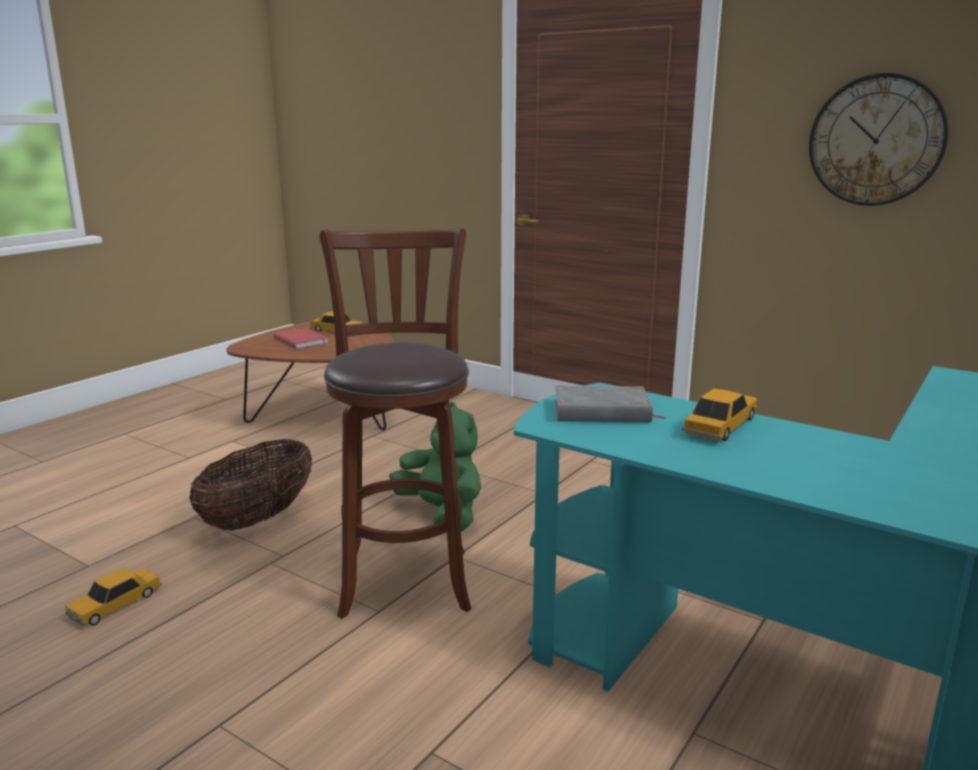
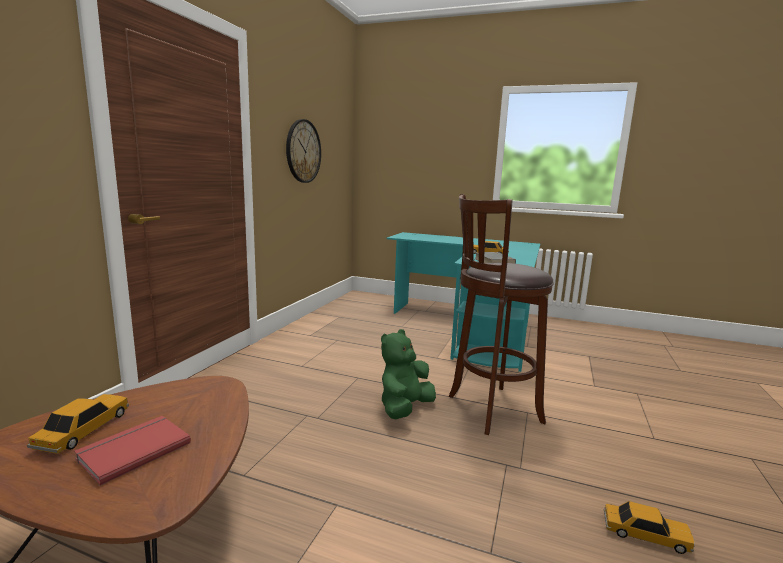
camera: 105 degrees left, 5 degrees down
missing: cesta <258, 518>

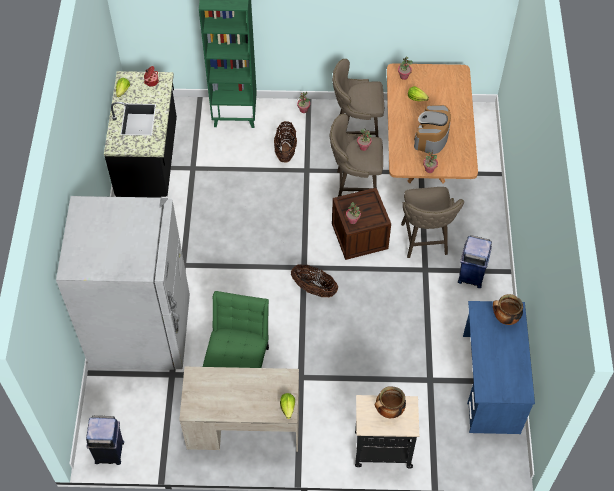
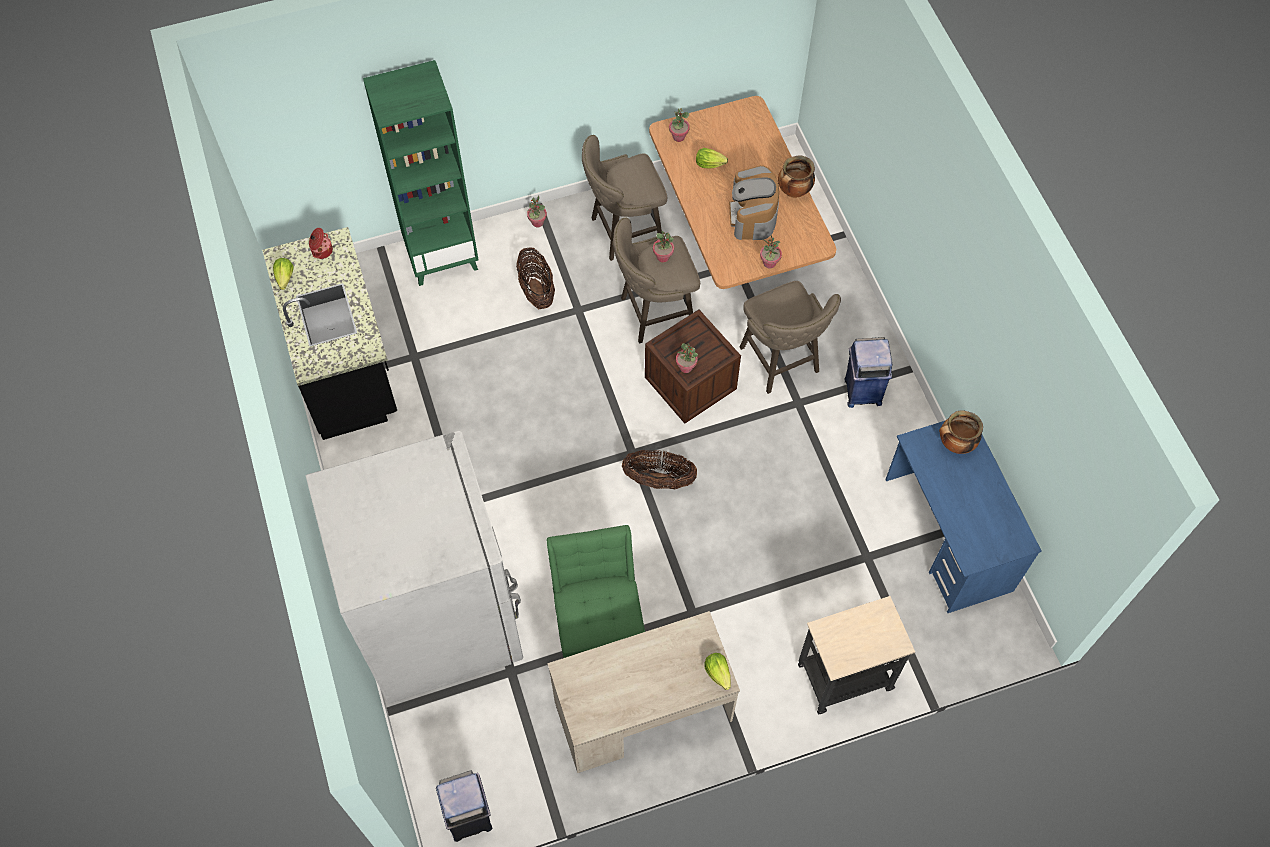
camera: 20 degrees left, 5 degrees up
relocated: olla <389, 411> to <794, 192>

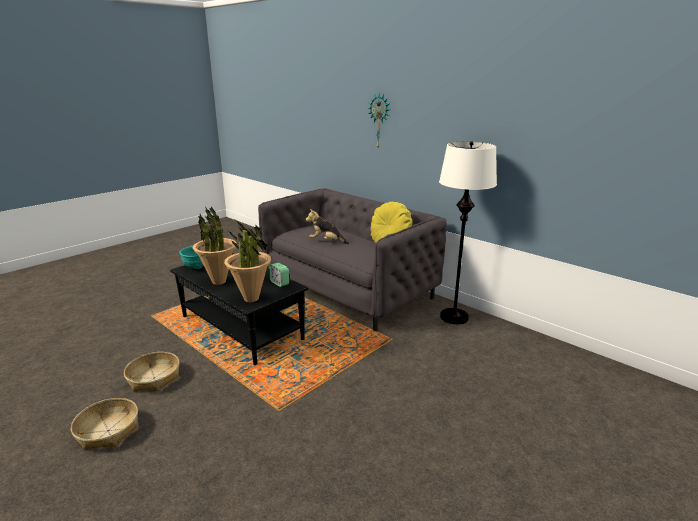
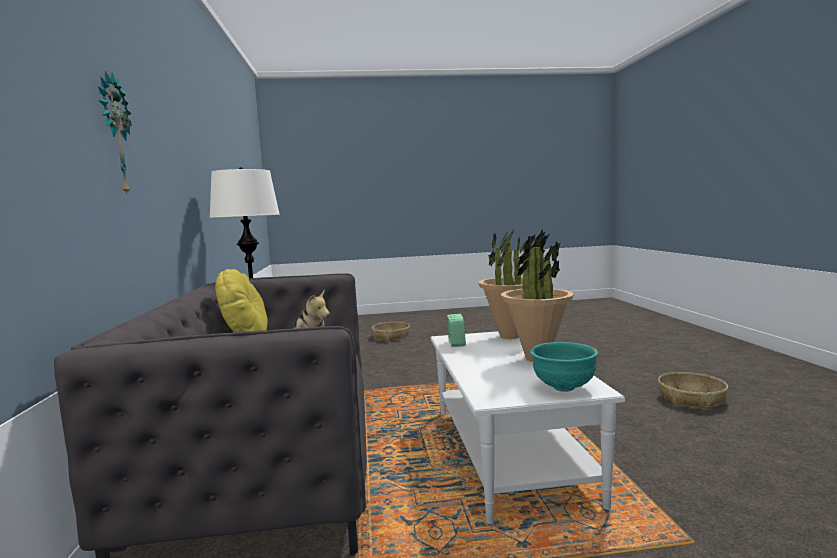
camera: 140 degrees left, 15 degrees down
relocated: cesta <154, 378> to <391, 336>
colour: mesa de centro/negro <242, 328> to mesa de centro/blanco <508, 452>

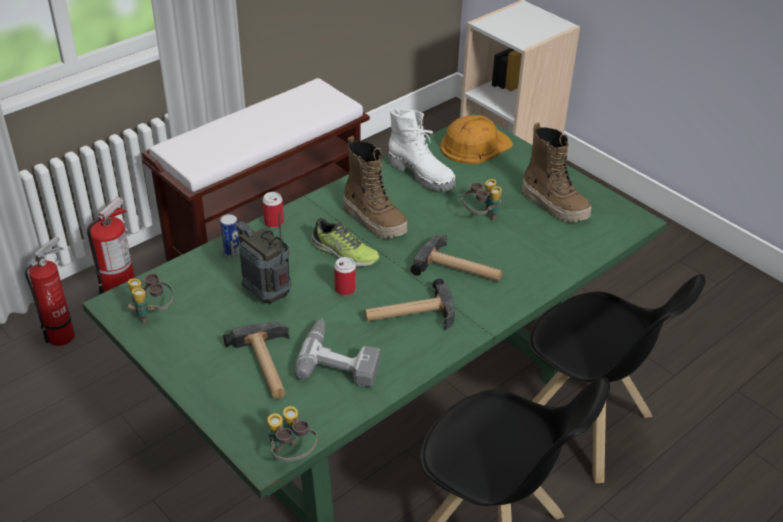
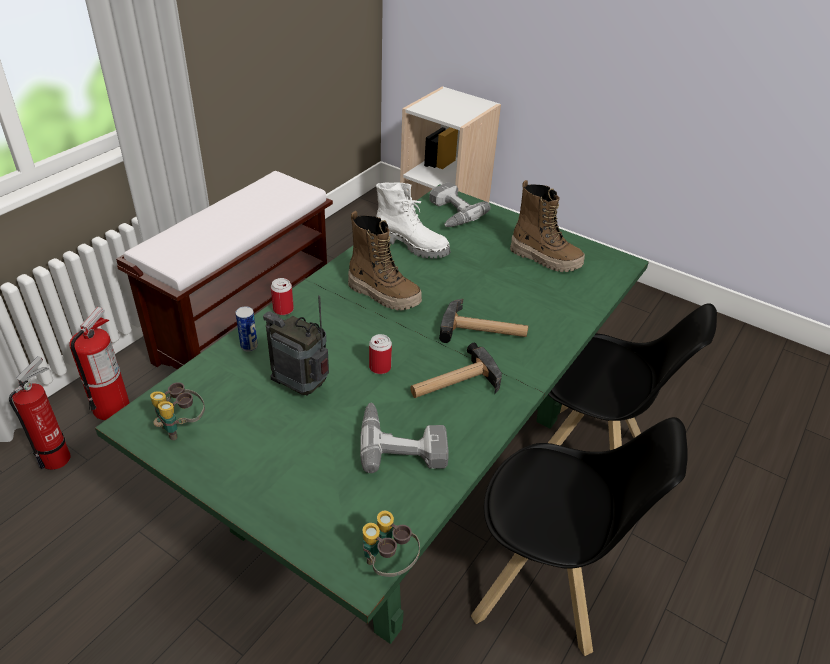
camera: 15 degrees left, 0 degrees up
missing: martillo <267, 365>; zapato <344, 253>; prismáticos <481, 217>
exchanged: casco/naranja <474, 145> to taladro <450, 213>

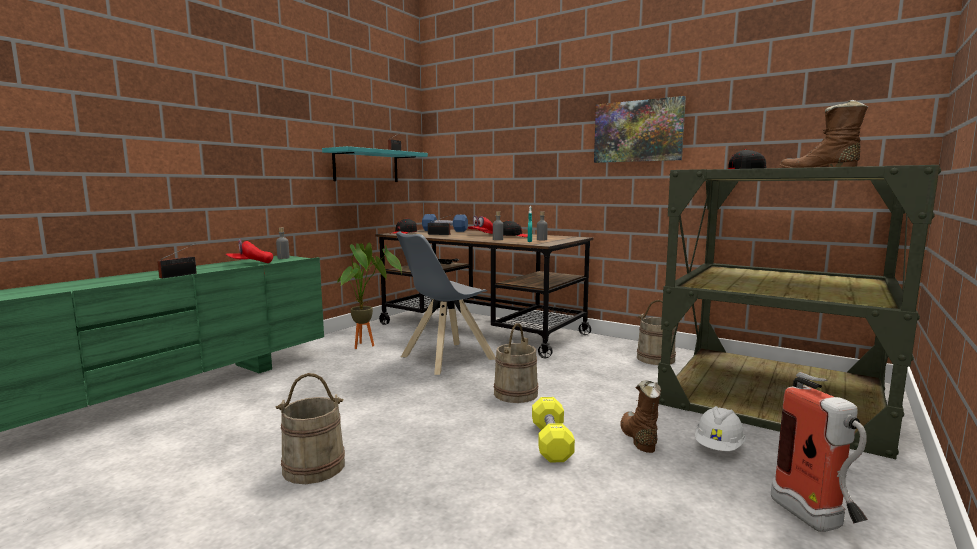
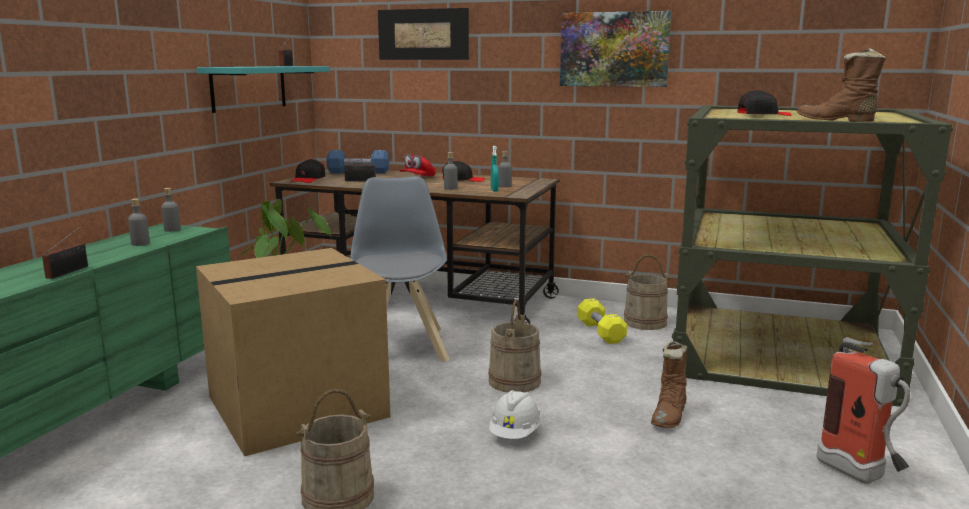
camera: 15 degrees left, 5 degrees up
appeared: caja de cartón <298, 405>; cuadro <423, 34>
relocated: casco/blanco <718, 447> to <515, 434>; mancuerna/amarillo <551, 442> to <600, 332>
exchanged: gorra/rojo <250, 264> to botella/gris <140, 243>
spun: silla/gris <445, 358> = <401, 345> 135 degrees clockwise; bota/marrón <637, 437> = <669, 416> 135 degrees counterclockwise

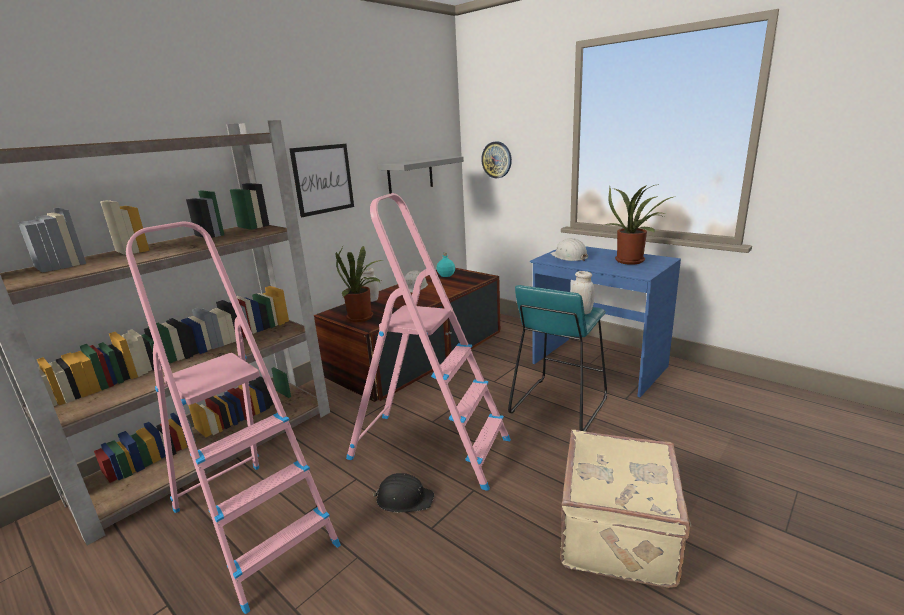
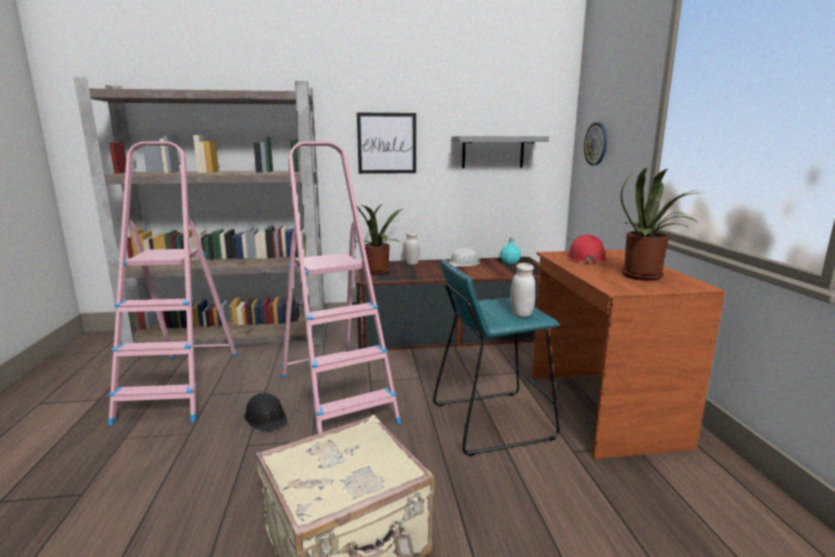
camera: 40 degrees right, 5 degrees down
colour: escritorio/azul <598, 365> to escritorio/marrón <601, 409>; casco/blanco <569, 256> to casco/rojo <585, 258>

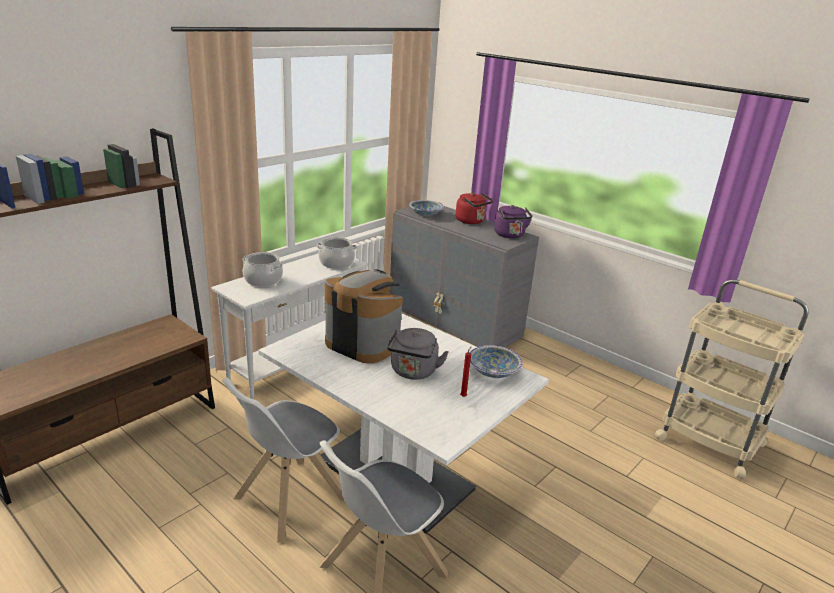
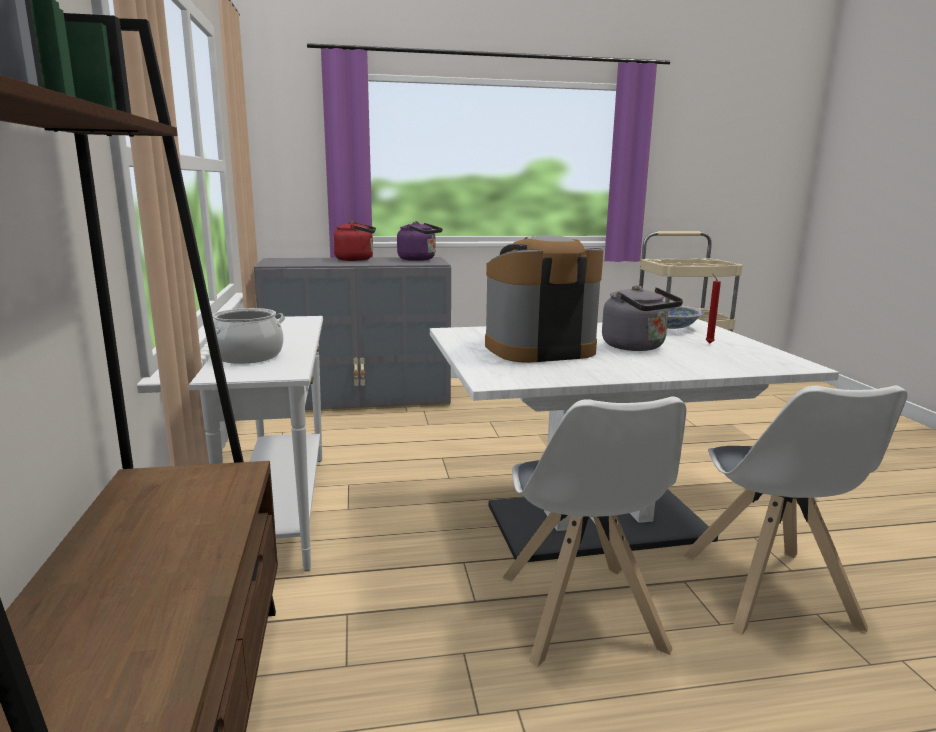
camera: 50 degrees left, 10 degrees down
missing: olla <336, 263>; cuenco <425, 214>

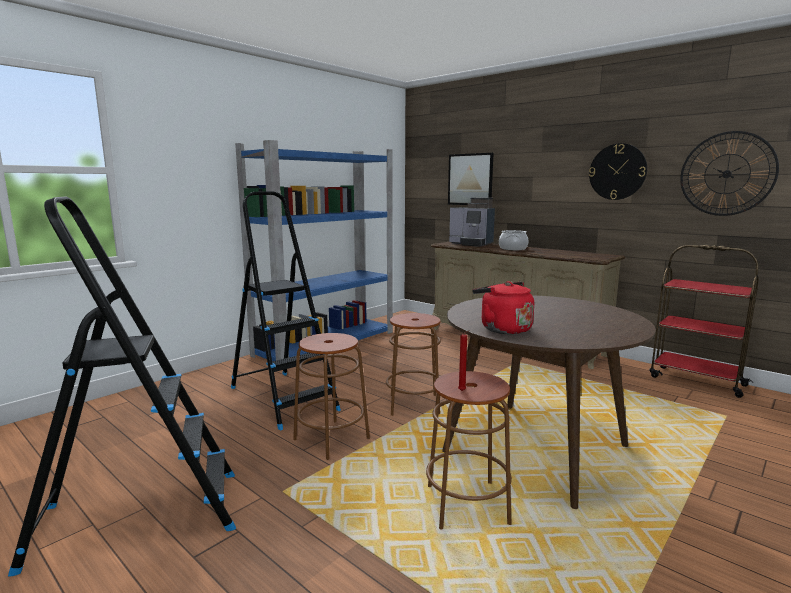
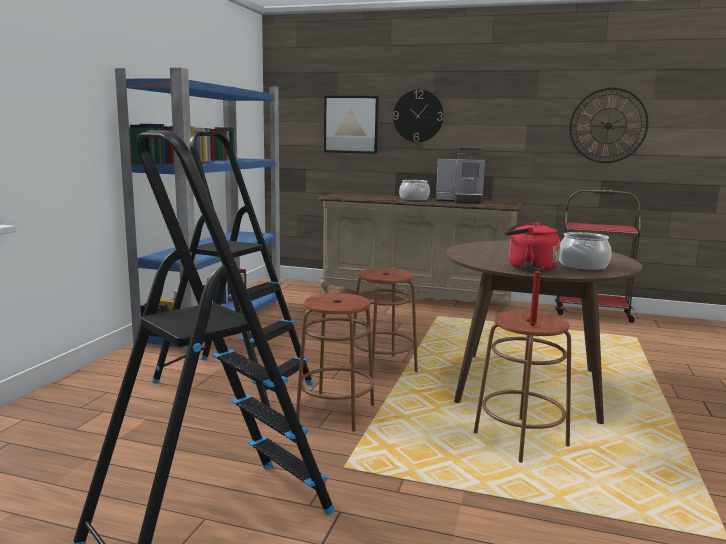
camera: 25 degrees left, 0 degrees up
appeared: olla <583, 266>
relocated: reloj de pared <617, 172> to <418, 116>; cafetera <471, 244> to <460, 201>

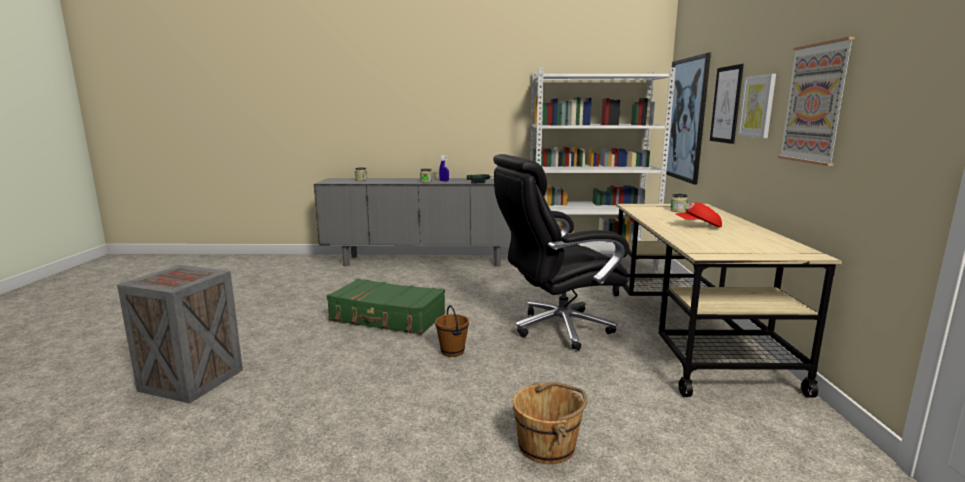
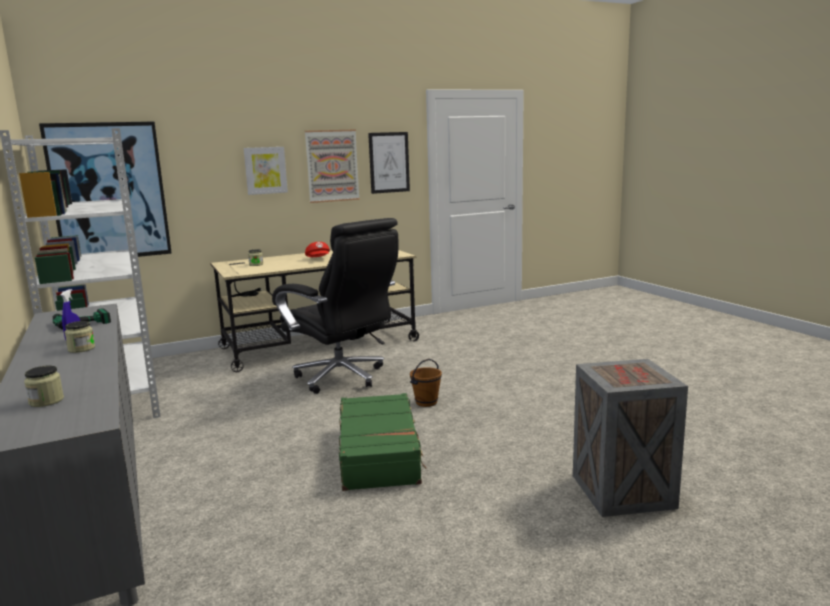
camera: 115 degrees left, 0 degrees up
missing: cubo/marrón <547, 446>
relocated: cuadro <726, 104> to <389, 162>

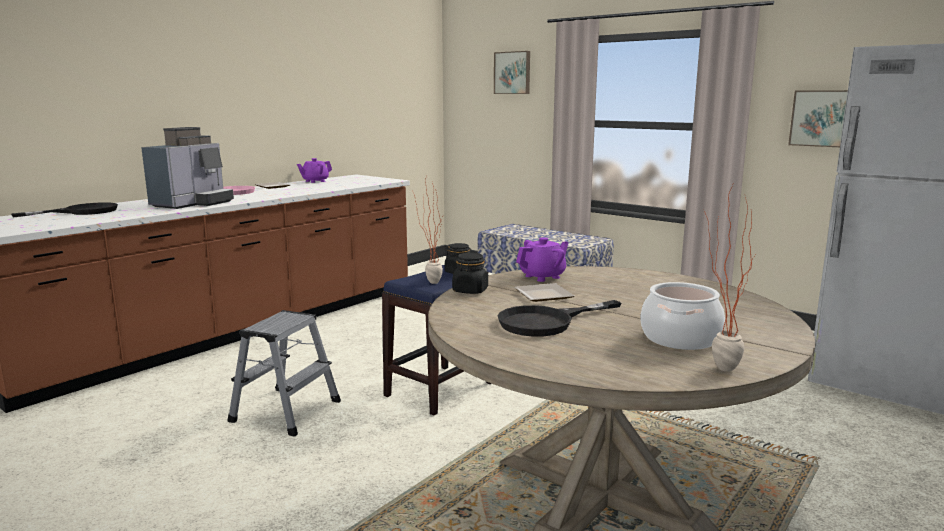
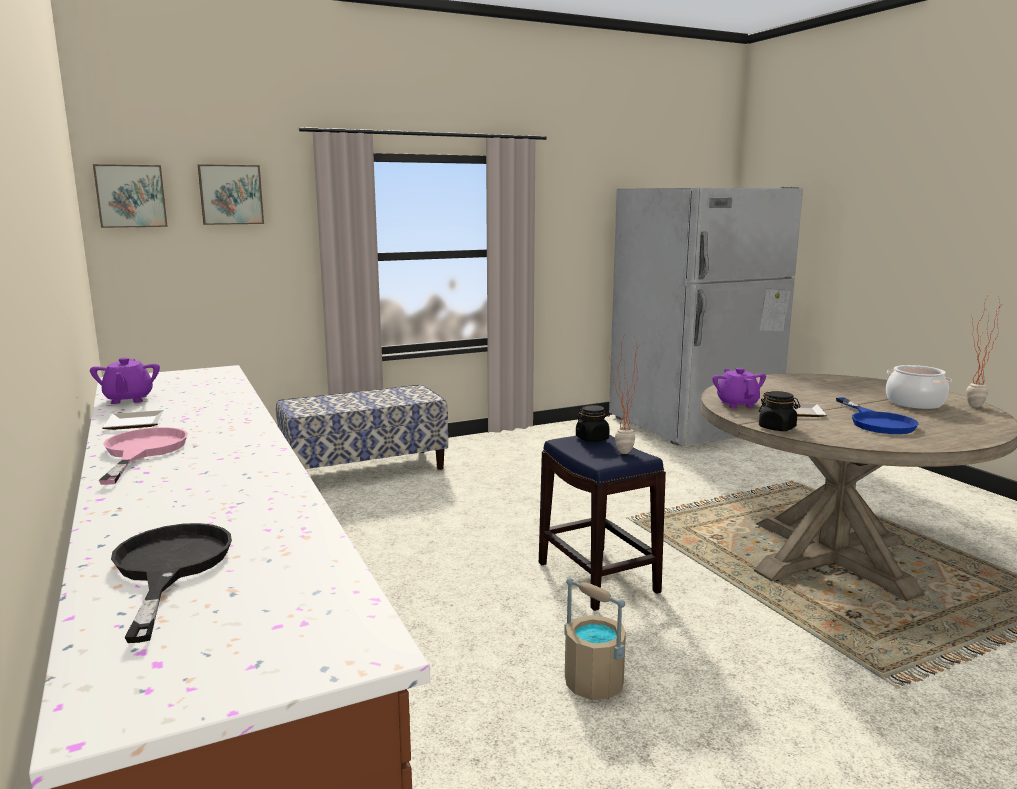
camera: 65 degrees left, 0 degrees up
missing: cafetera <193, 203>
relocated: cuadro <822, 118> to <131, 196>
exchanged: escalera de tijera/gris <286, 410> to cubo/beis <593, 683>
colour: sartén/negro <547, 322> to sartén/azul <877, 422>

